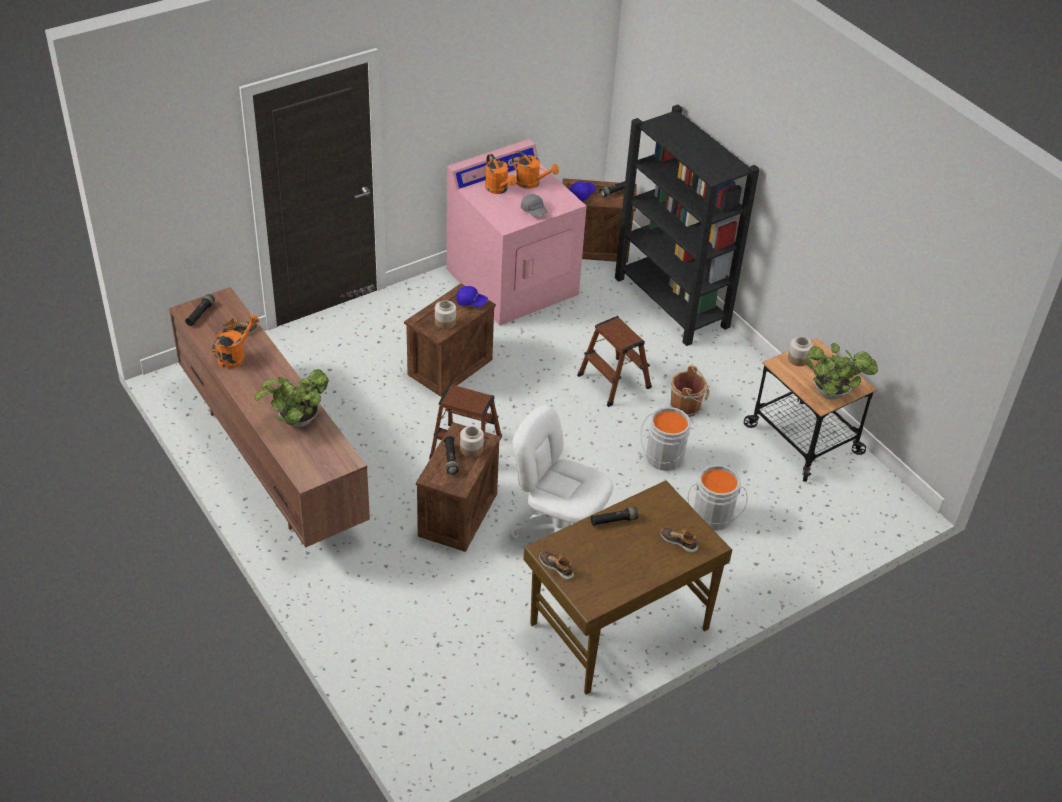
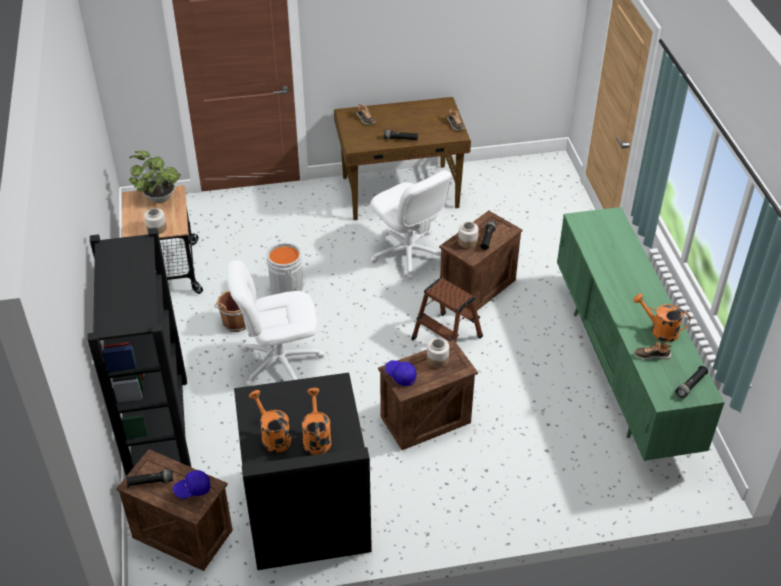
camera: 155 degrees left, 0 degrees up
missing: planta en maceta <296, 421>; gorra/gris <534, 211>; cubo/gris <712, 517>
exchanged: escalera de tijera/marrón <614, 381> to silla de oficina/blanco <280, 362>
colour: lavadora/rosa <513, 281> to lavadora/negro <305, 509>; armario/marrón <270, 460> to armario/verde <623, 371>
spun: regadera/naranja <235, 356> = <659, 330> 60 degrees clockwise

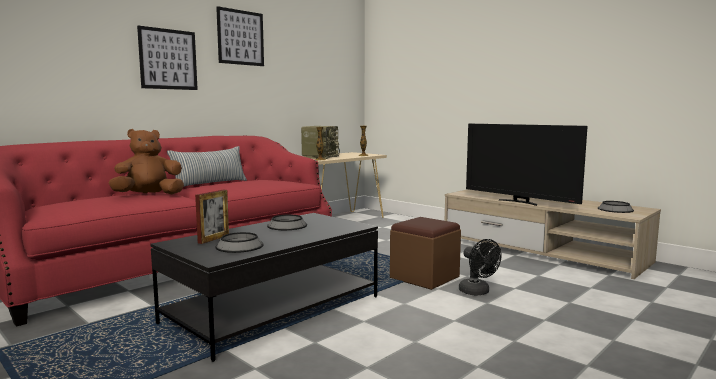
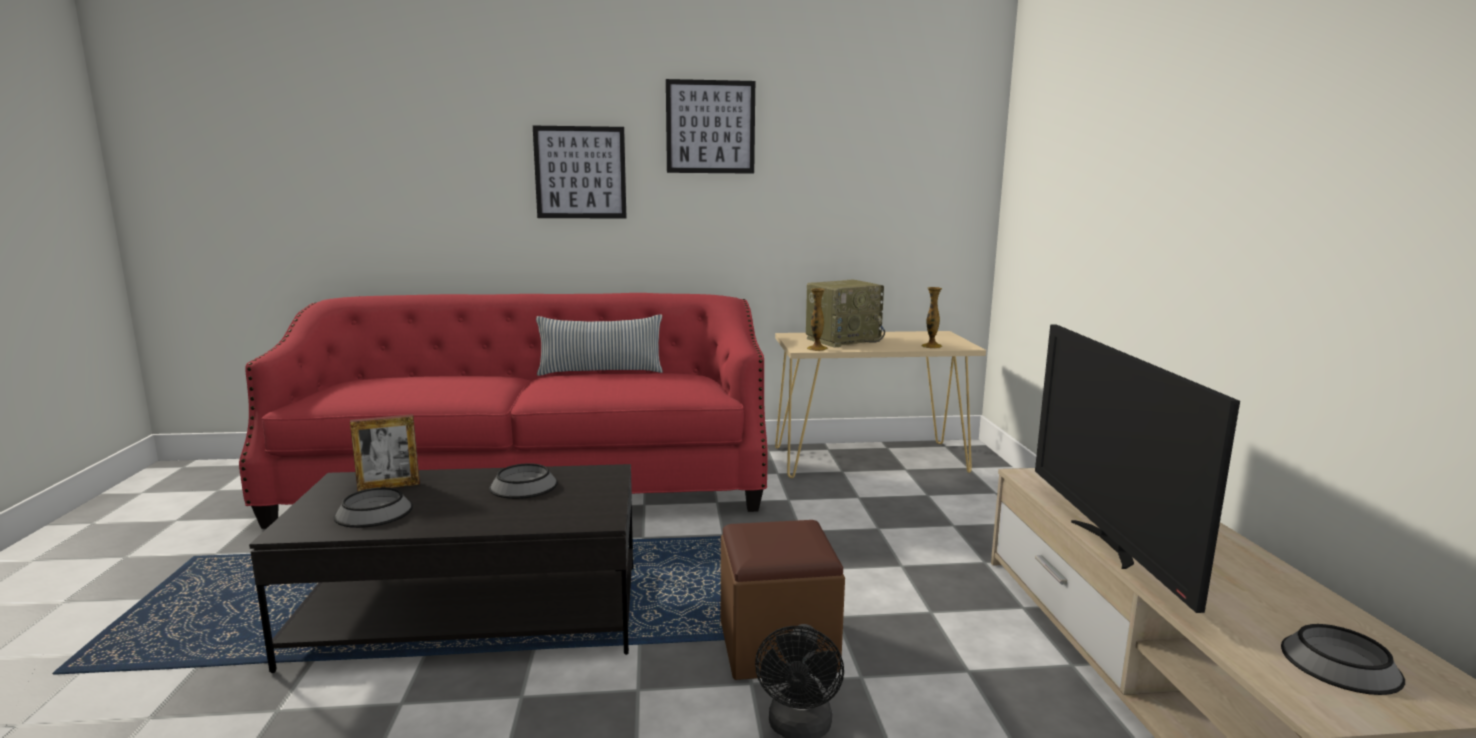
camera: 40 degrees right, 5 degrees up
missing: peluche/marrón <149, 195>

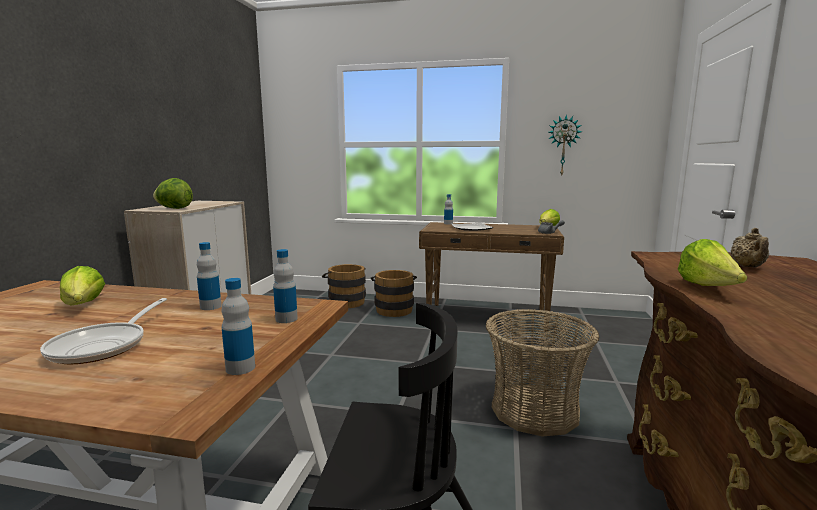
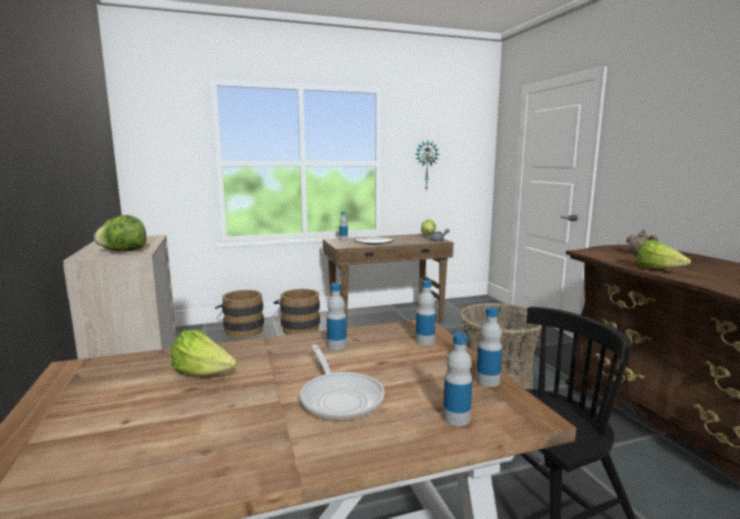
camera: 30 degrees left, 0 degrees up
appeared: botella <456, 418>

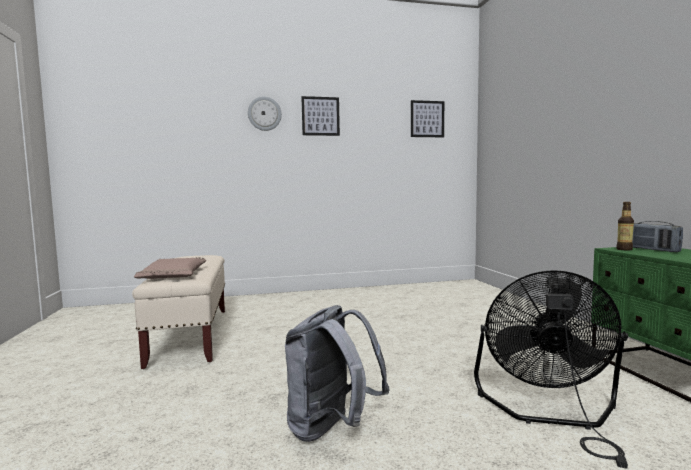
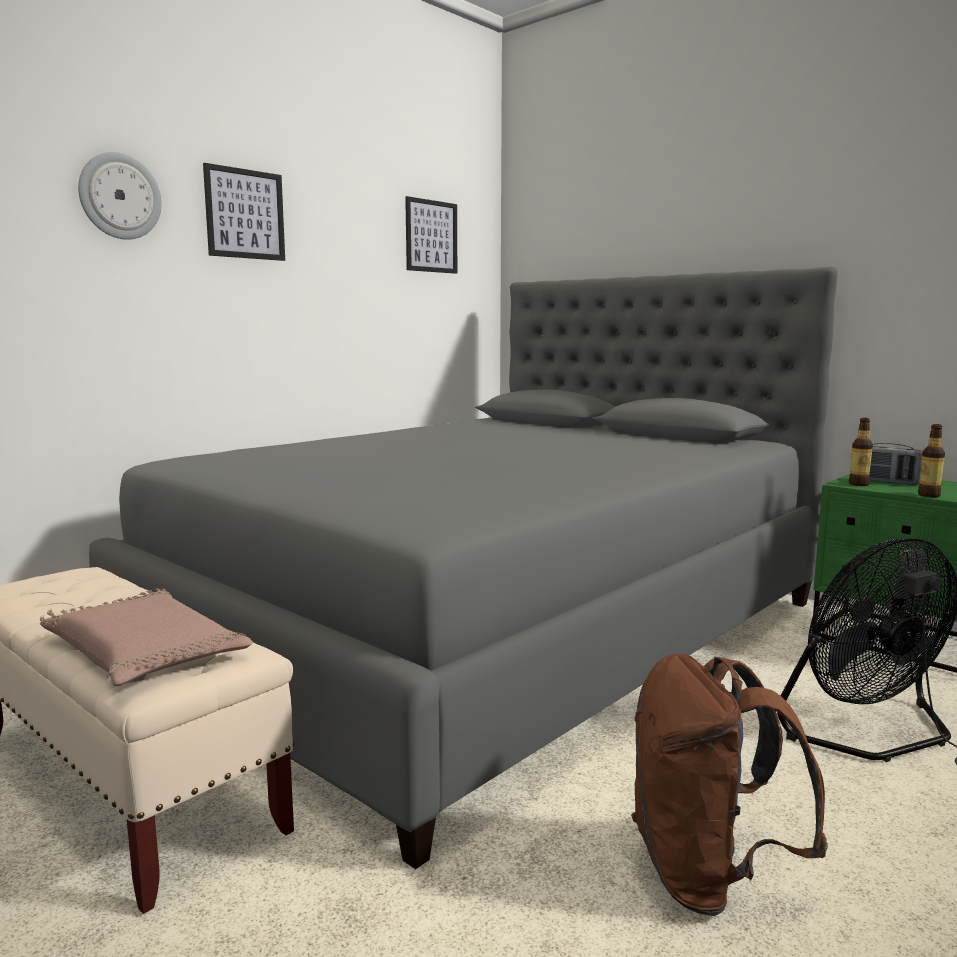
camera: 35 degrees left, 5 degrees up
appeared: cama/gris <492, 630>; botella <929, 495>
colour: mochila/gris <331, 429> to mochila/marrón <708, 875>

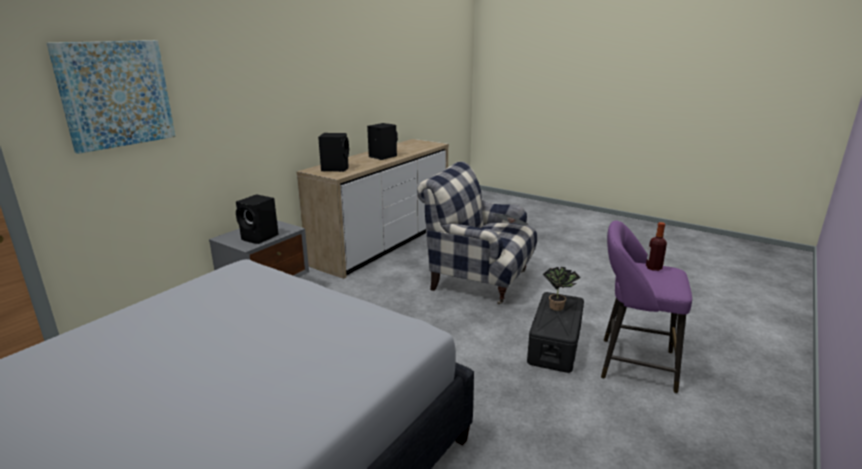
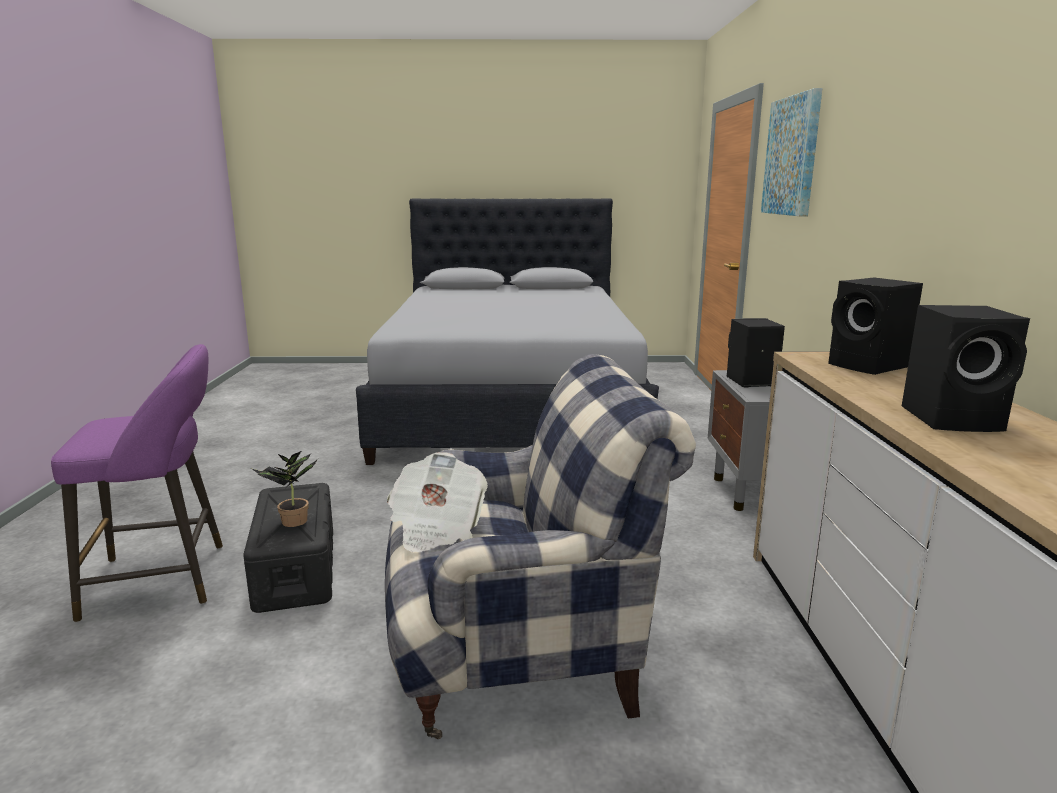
camera: 145 degrees right, 5 degrees down
missing: botella <653, 268>

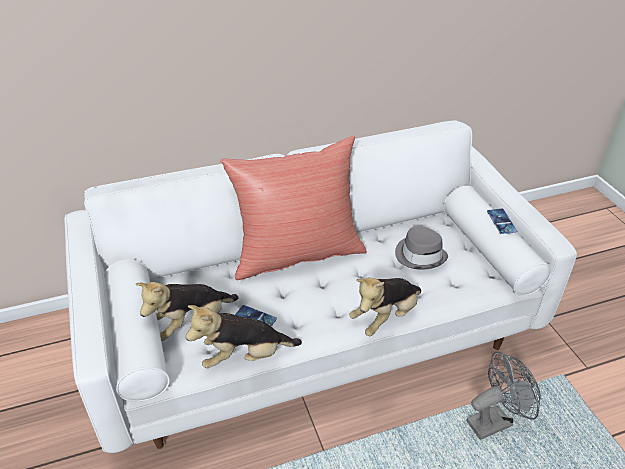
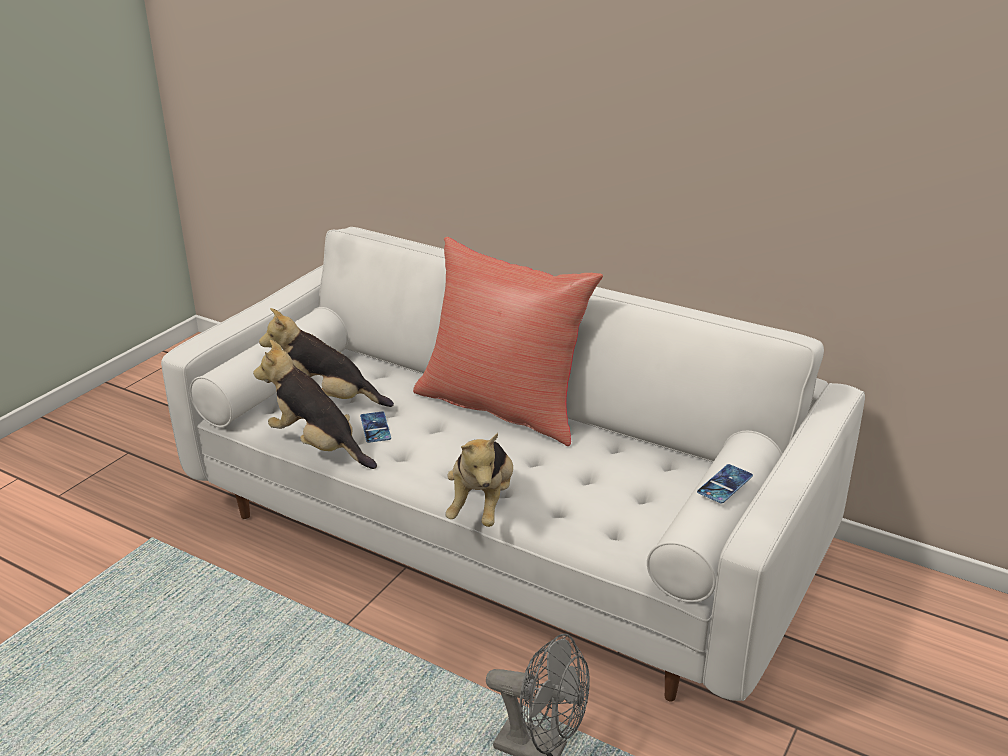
camera: 50 degrees right, 10 degrees down
missing: sombrero/gris <420, 255>
spun: peluche <385, 317> = <482, 505> 90 degrees counterclockwise

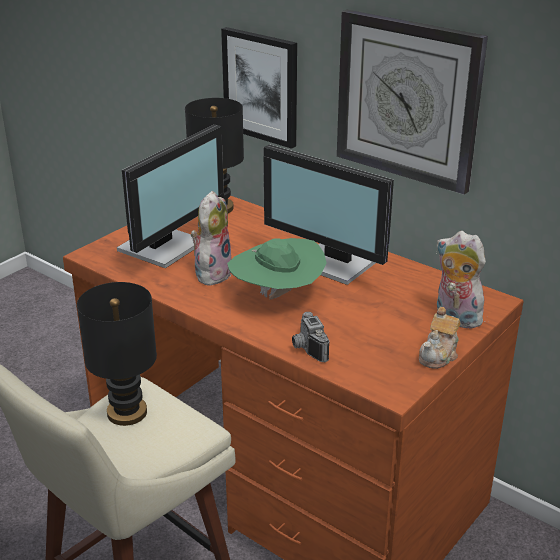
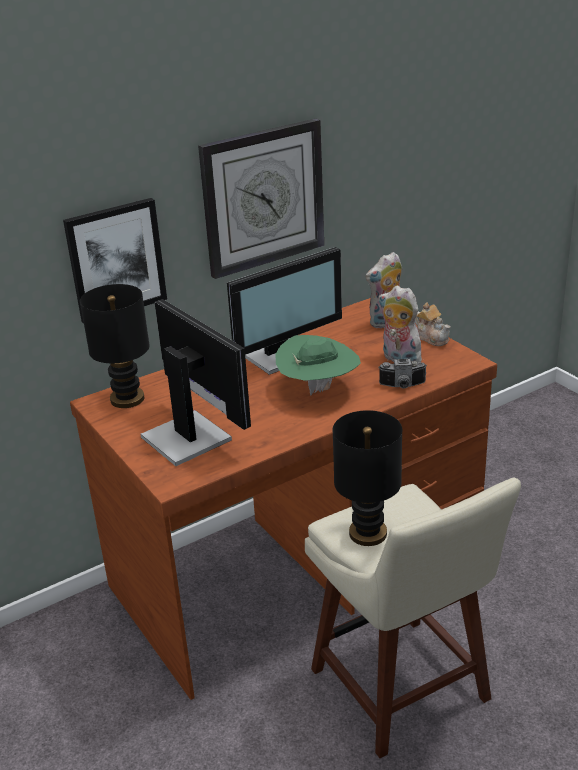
camera: 70 degrees left, 0 degrees up
relocated: peluche <212, 273> to <399, 359>

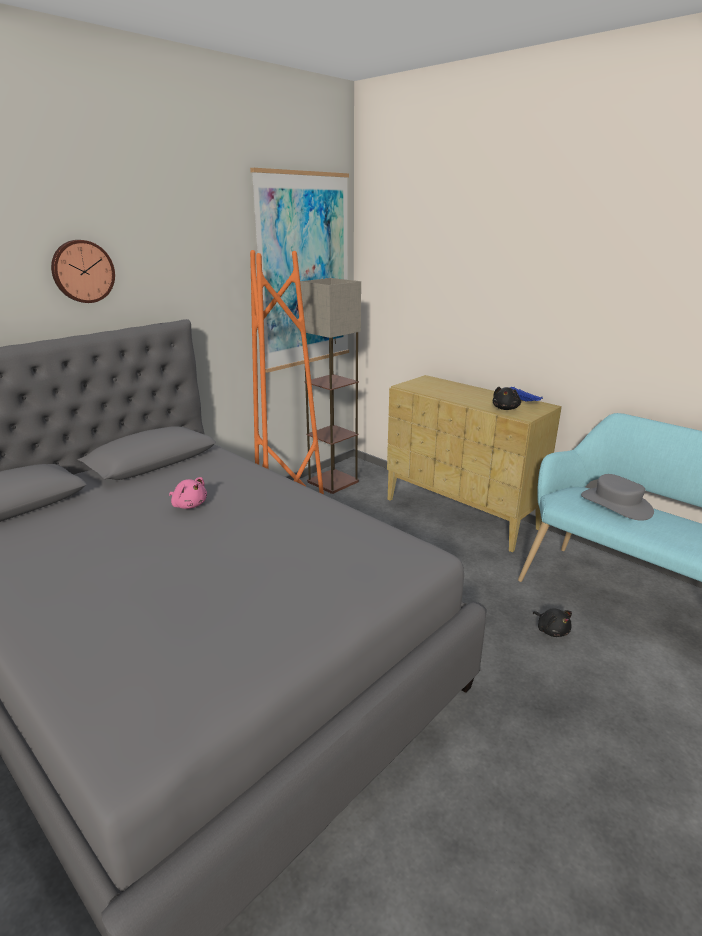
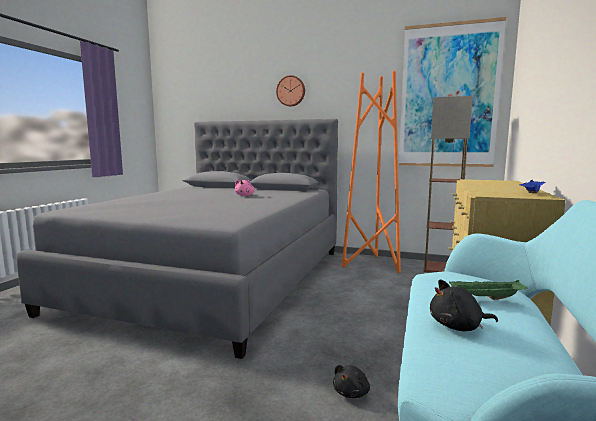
camera: 65 degrees right, 15 degrees down
relocated: peluche/negro <505, 408> to <458, 327>
exchanged: sombrero/gris <616, 504> to bandeja/verde <486, 298>

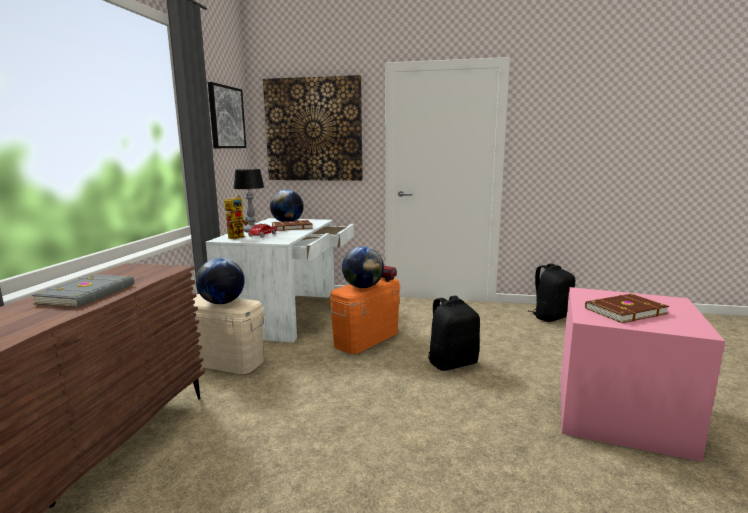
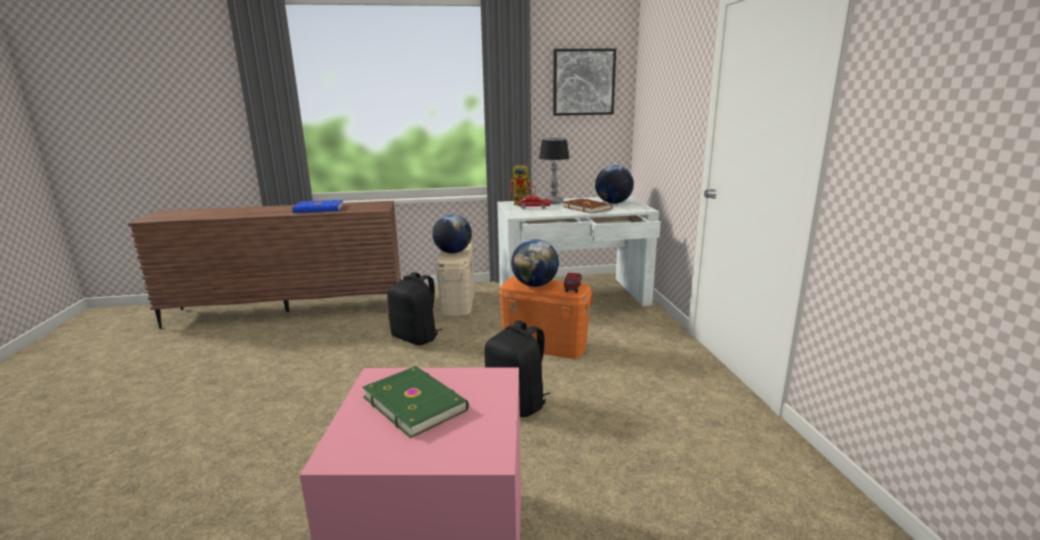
camera: 70 degrees right, 5 degrees up
missing: cuadro <313, 130>
relocated: mochila/negro <551, 317> to <416, 337>
colour: libro/gris <89, 294> to libro/azul <319, 209>; libro/marrón <624, 311> to libro/verde <416, 402>

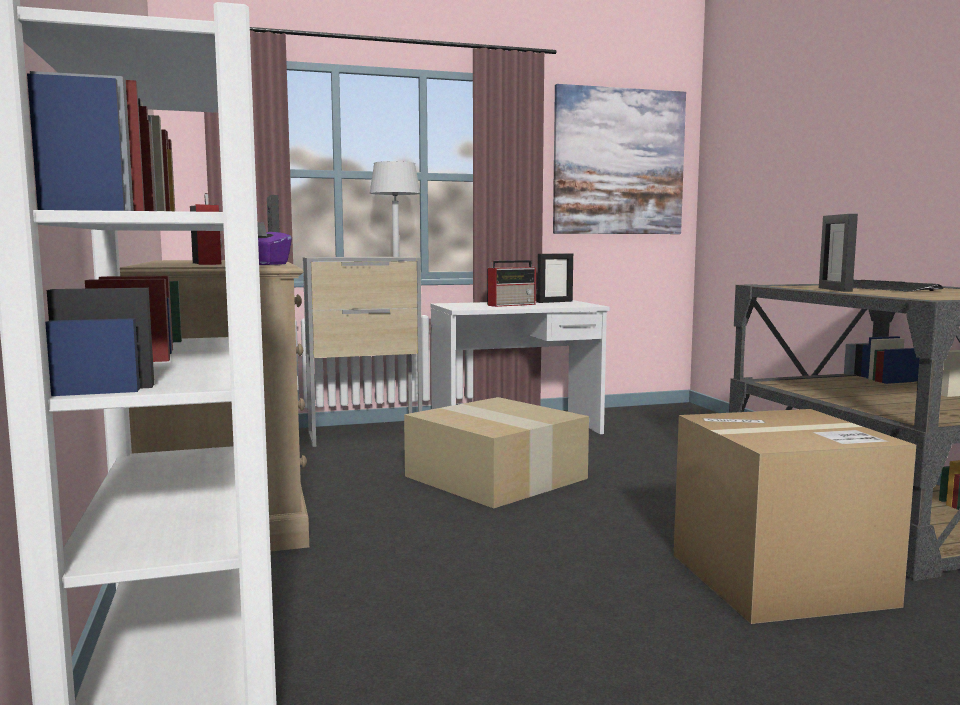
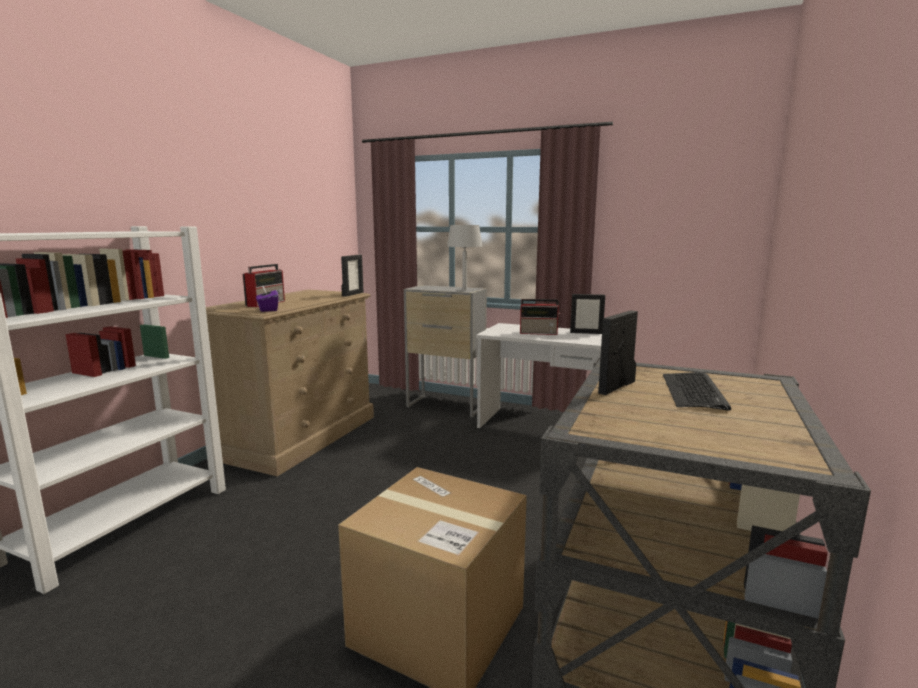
camera: 40 degrees right, 5 degrees up
missing: caja de cartón <492, 477>; cuadro <618, 162>

